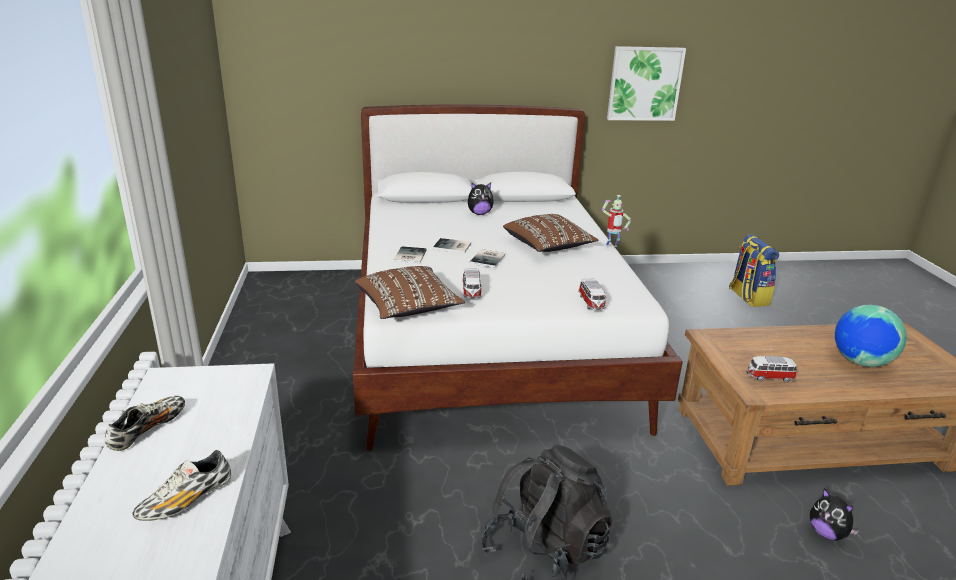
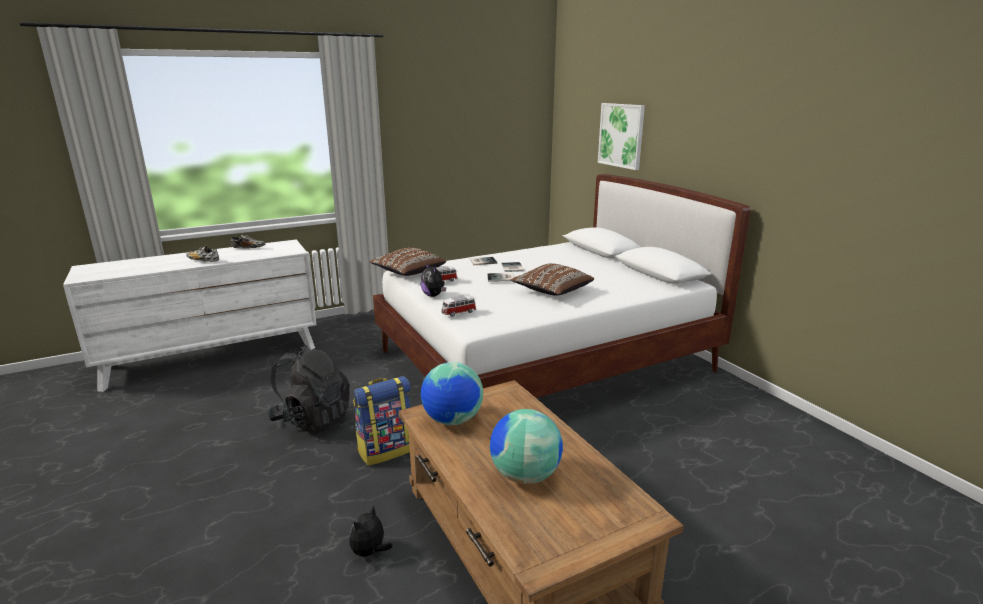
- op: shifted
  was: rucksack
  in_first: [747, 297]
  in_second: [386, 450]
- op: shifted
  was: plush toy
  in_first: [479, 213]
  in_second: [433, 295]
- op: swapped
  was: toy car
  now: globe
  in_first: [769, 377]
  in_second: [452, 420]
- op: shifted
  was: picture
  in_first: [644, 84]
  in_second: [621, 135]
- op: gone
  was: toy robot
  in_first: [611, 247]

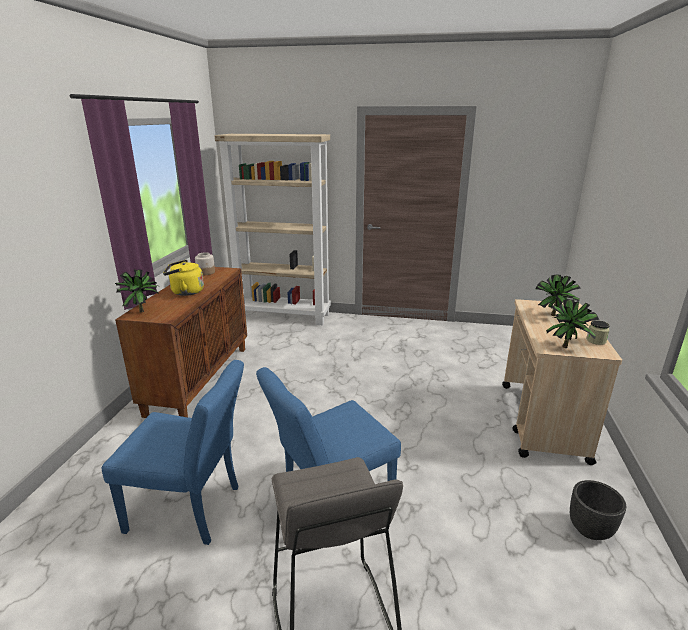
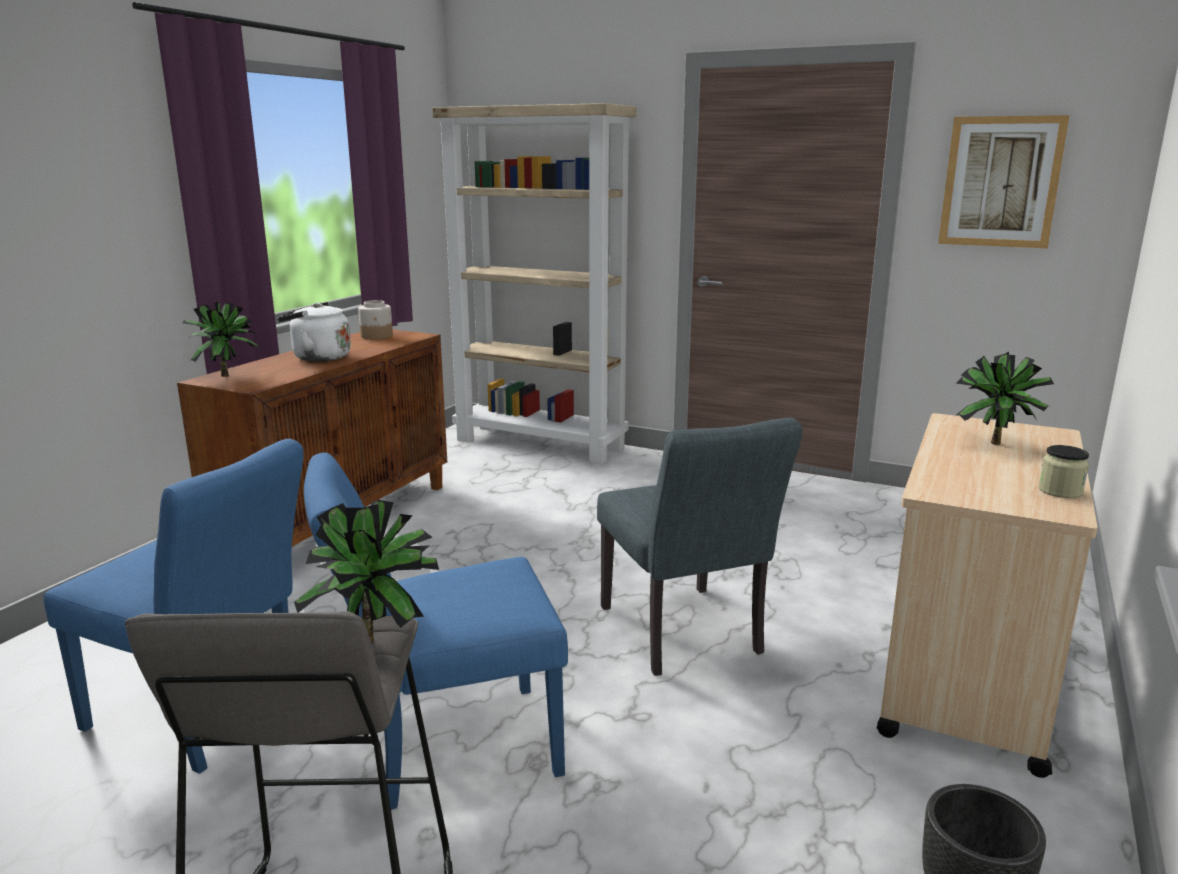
- op: repainted
  was: tea kettle/yellowish
  now: tea kettle/white-coloured
  in_first: [185, 292]
  in_second: [318, 357]
- op: shifted
  was: potted plant
  in_first: [566, 346]
  in_second: [378, 639]
- op: new
  now: chair/grey
  in_second: [685, 636]
- op: new
  now: picture
  in_second: [1000, 182]

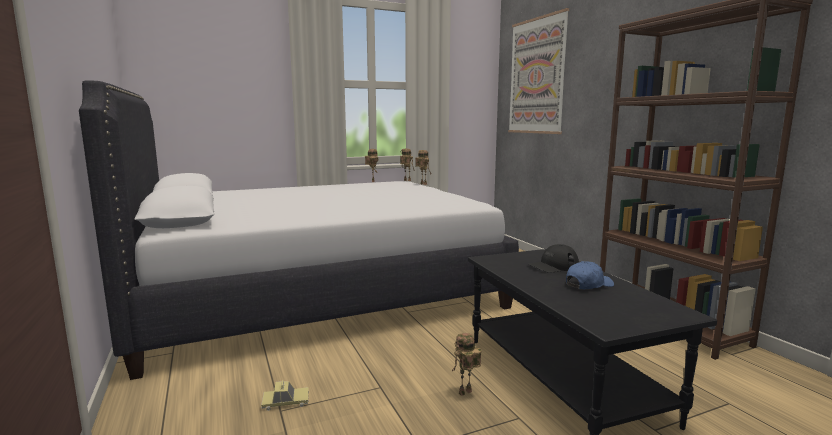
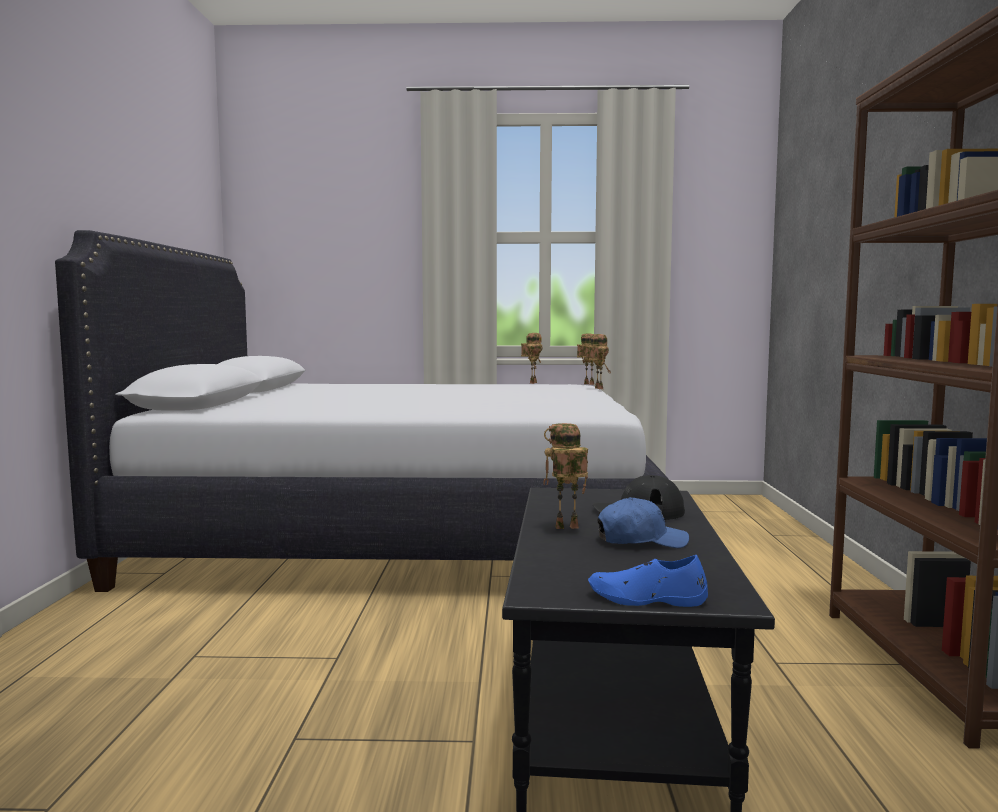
- op: shifted
  was: toy robot
  in_first: [465, 393]
  in_second: [565, 528]
- op: new
  now: item of footwear/blue
  in_second: [647, 598]
- op: gone
  was: toy car
  in_first: [285, 402]
- op: gone
  was: picture
  in_first: [536, 76]

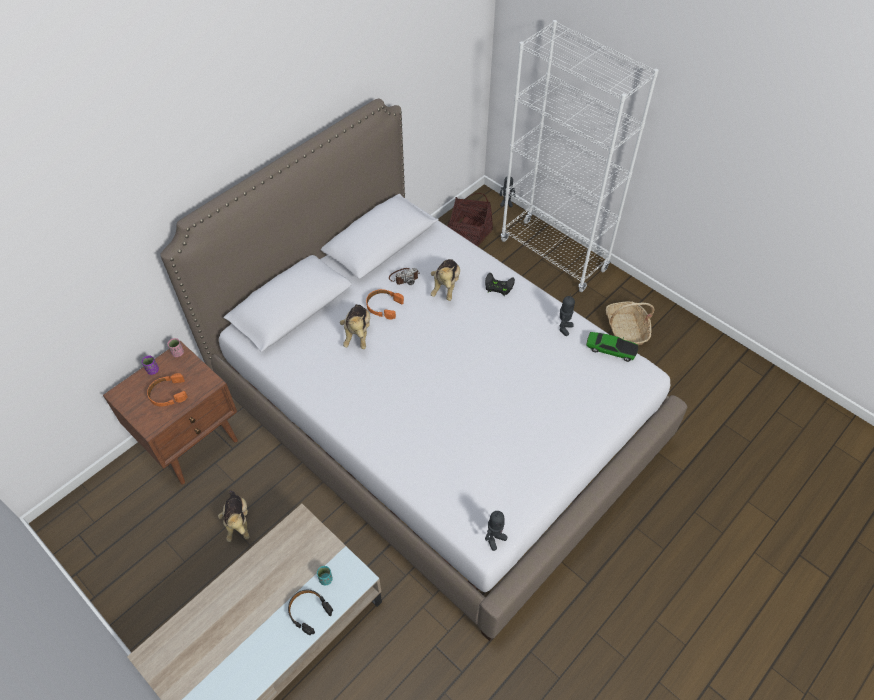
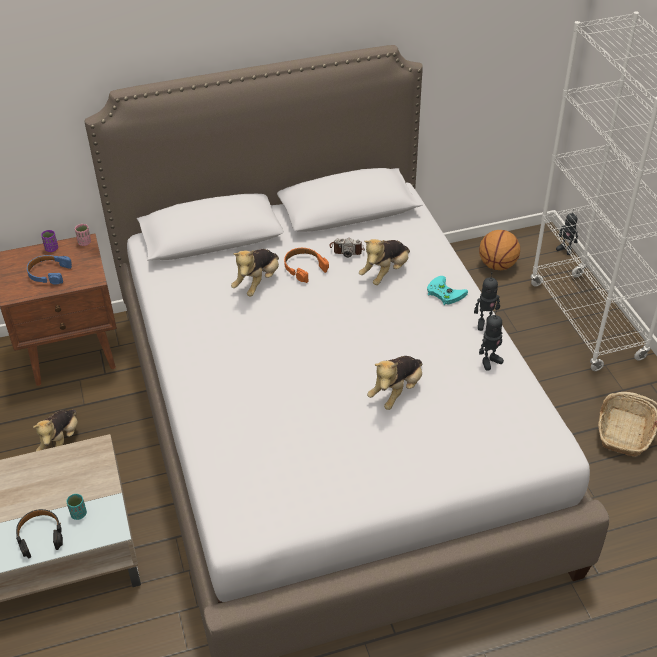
- op: repainted
  was: headset/orange-coloured
  now: headset/blue
  in_first: [168, 394]
  in_second: [49, 273]
- op: new
  now: plush toy
  in_second: [397, 391]
- op: repainted
  was: joypad/black
  now: joypad/blue-green
  in_first: [497, 286]
  in_second: [443, 293]
- op: shifted
  was: toy robot
  in_first: [494, 539]
  in_second: [485, 323]
- op: swapped
  was: storage basket
  now: ball for basketball
  in_first: [468, 234]
  in_second: [497, 265]
- op: gone
  was: toy car
  in_first: [611, 350]

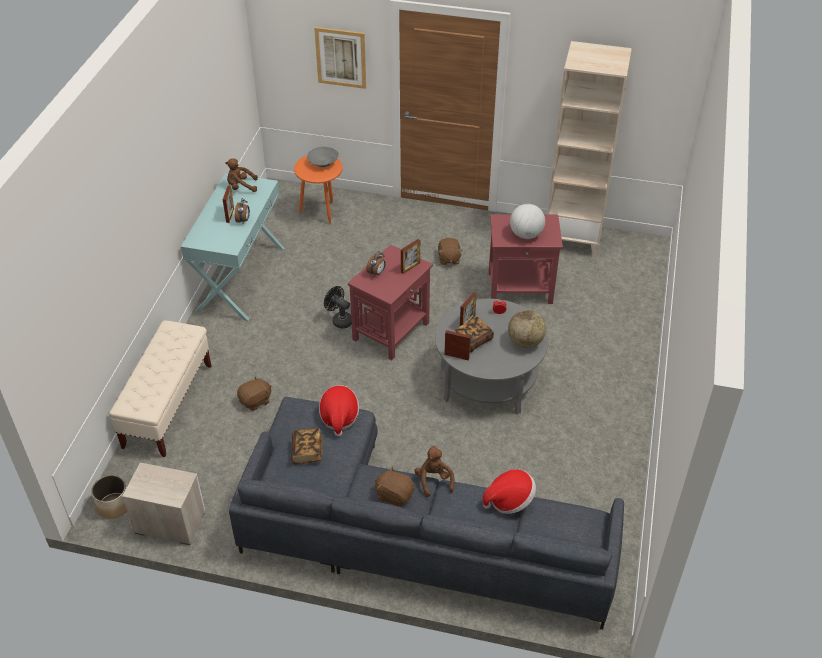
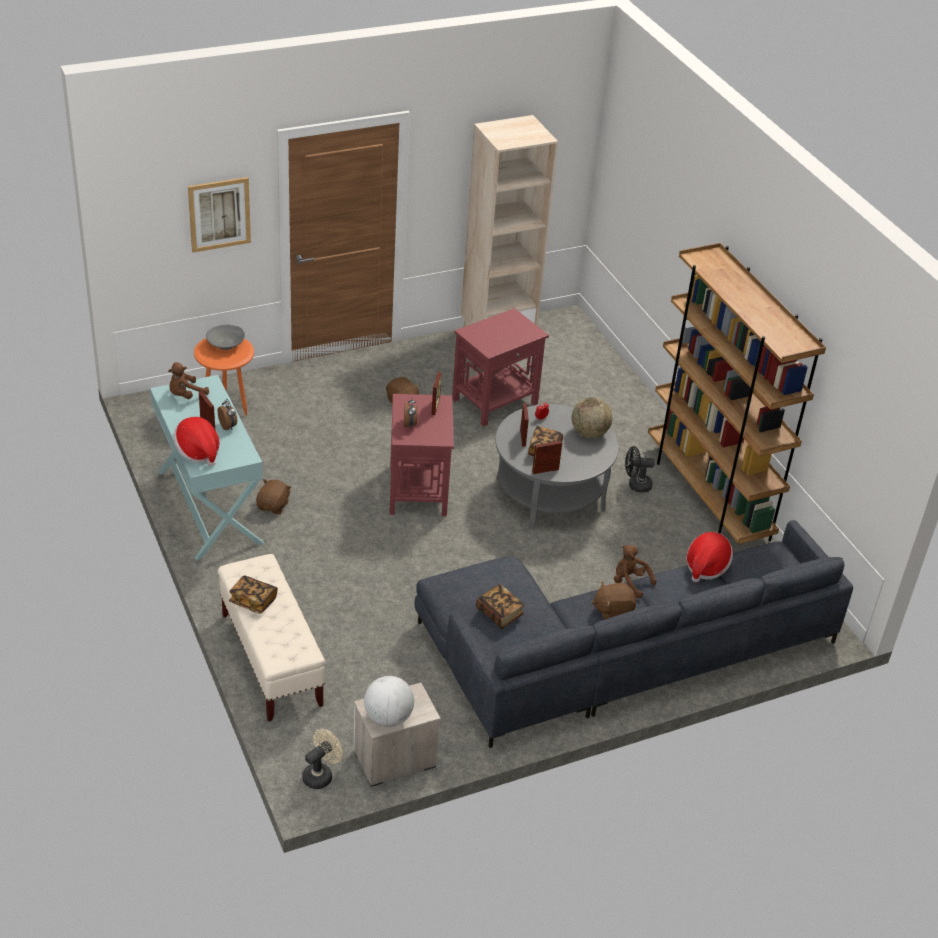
- op: shifted
  was: hat
  in_first: [339, 417]
  in_second: [198, 452]
- op: new
  now: bound book
  in_second: [253, 601]
- op: shifted
  was: plush toy/brownish
  in_first: [255, 401]
  in_second: [273, 506]
- op: swapped
  was: plant pot
  now: fan/beige-coloured
  in_first: [114, 505]
  in_second: [321, 774]
- op: shifted
  was: globe
  in_first: [526, 235]
  in_second: [388, 717]
- op: shifted
  was: fan/black
  in_first: [339, 320]
  in_second: [635, 485]
- op: new
  now: shelving unit/brownish
  in_second: [708, 495]

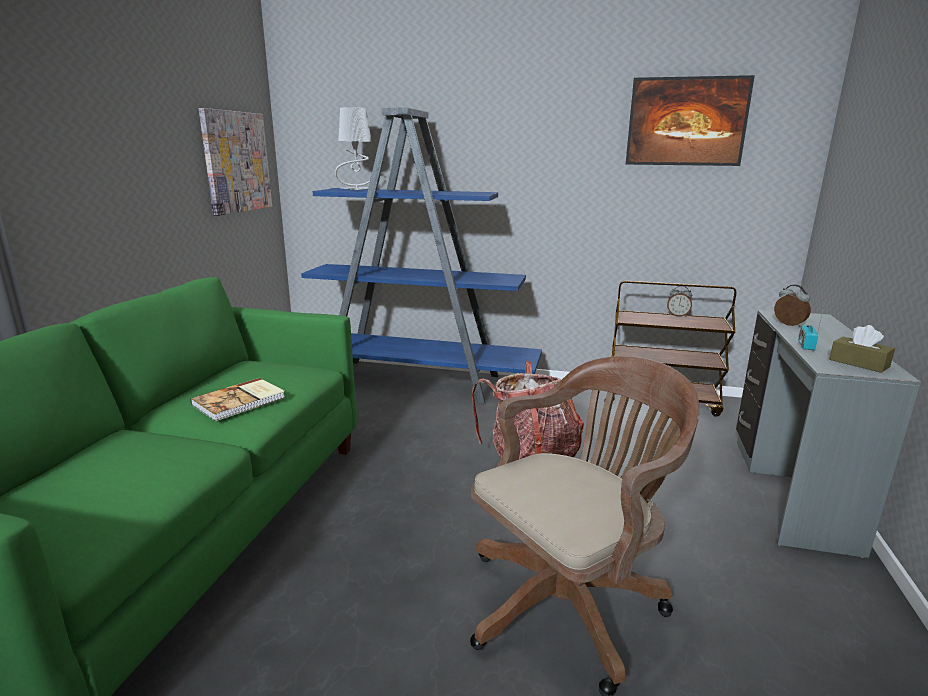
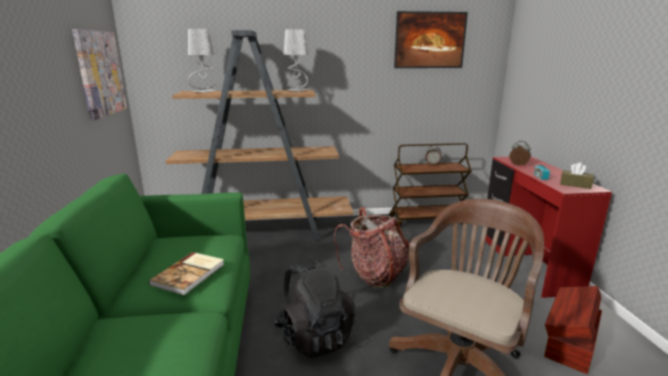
- op: repainted
  was: shelving unit/blue
  now: shelving unit/brownish
  in_first: [416, 381]
  in_second: [261, 231]
- op: new
  now: rucksack/black
  in_second: [314, 336]
- op: new
  now: tabletop lamp/grey
  in_second: [297, 90]
- op: repainted
  was: desk table/grey
  now: desk table/reddish
  in_first: [788, 490]
  in_second: [526, 263]
- op: new
  now: storage container/brownish
  in_second: [569, 342]

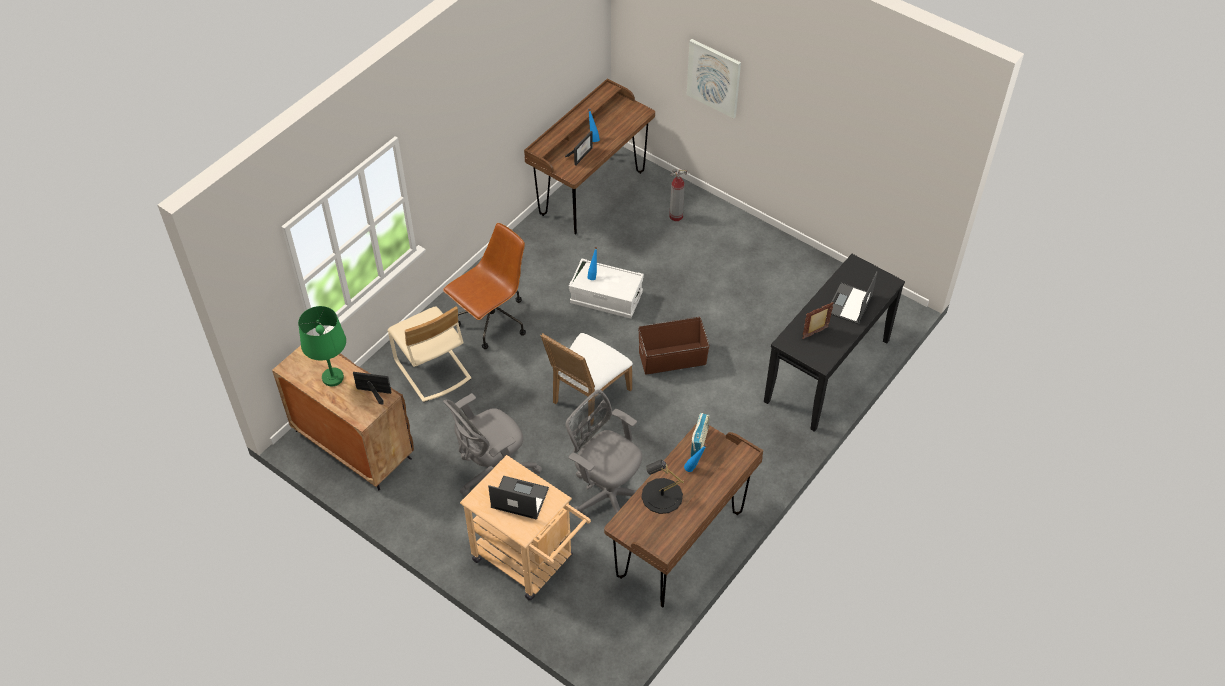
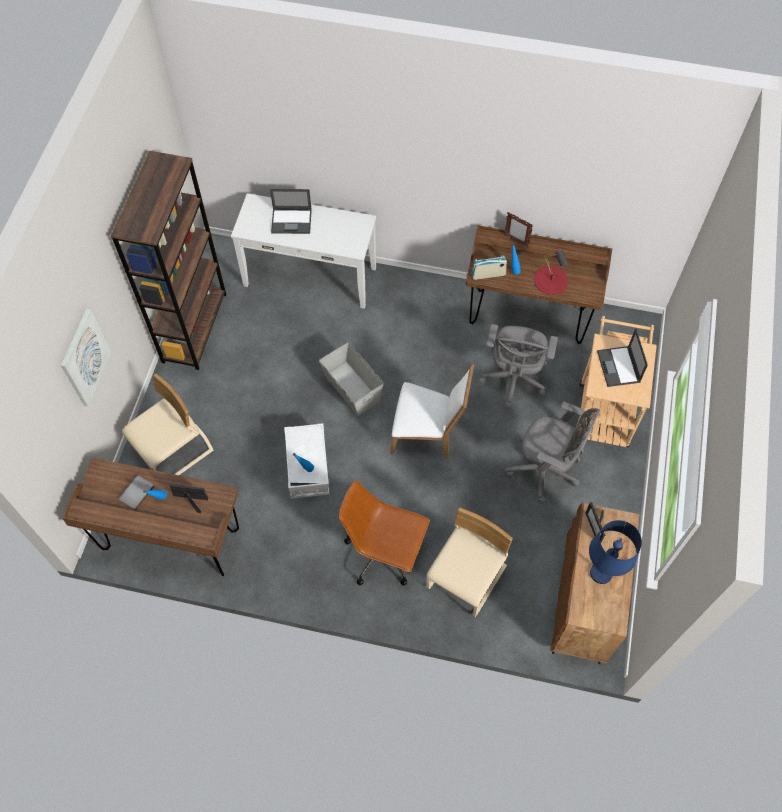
- op: new
  now: shelving unit/brownish
  in_second: [194, 327]
- op: new
  now: bound book/grey
  in_second: [136, 492]
- op: swapped
  was: fire extinguisher
  now: chair/beige-coloured
  in_first: [676, 216]
  in_second: [174, 451]
- op: repainted
  was: hall table/black
  now: hall table/white-coloured
  in_first: [828, 371]
  in_second: [310, 276]
- op: repainted
  was: storage container/brownish
  now: storage container/grey
  in_first: [673, 358]
  in_second: [352, 387]
- op: shifted
  was: standing frame
  in_first: [815, 333]
  in_second: [516, 241]
- op: repainted
  was: tabletop lamp/black
  now: tabletop lamp/reddish
  in_first: [662, 496]
  in_second: [551, 280]
- op: repainted
  was: tabletop lamp/greenish
  now: tabletop lamp/blue
  in_first: [332, 377]
  in_second: [601, 573]

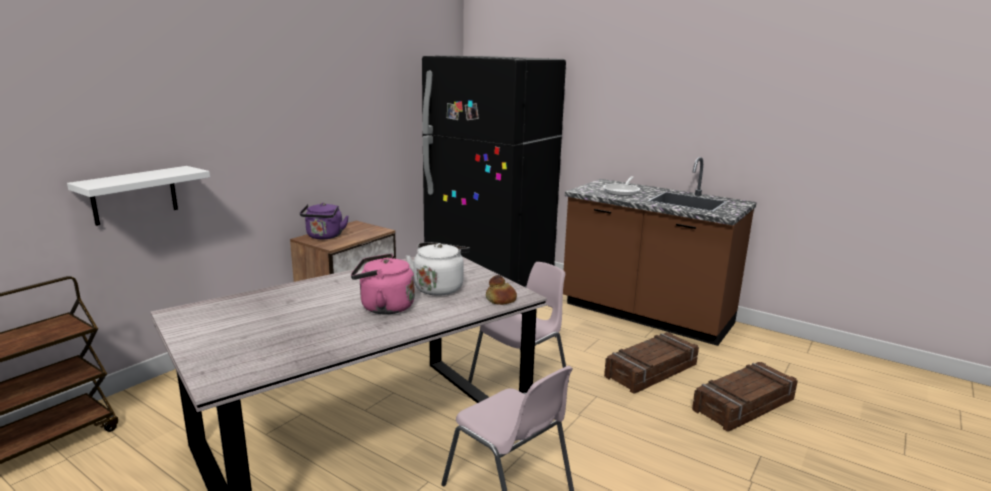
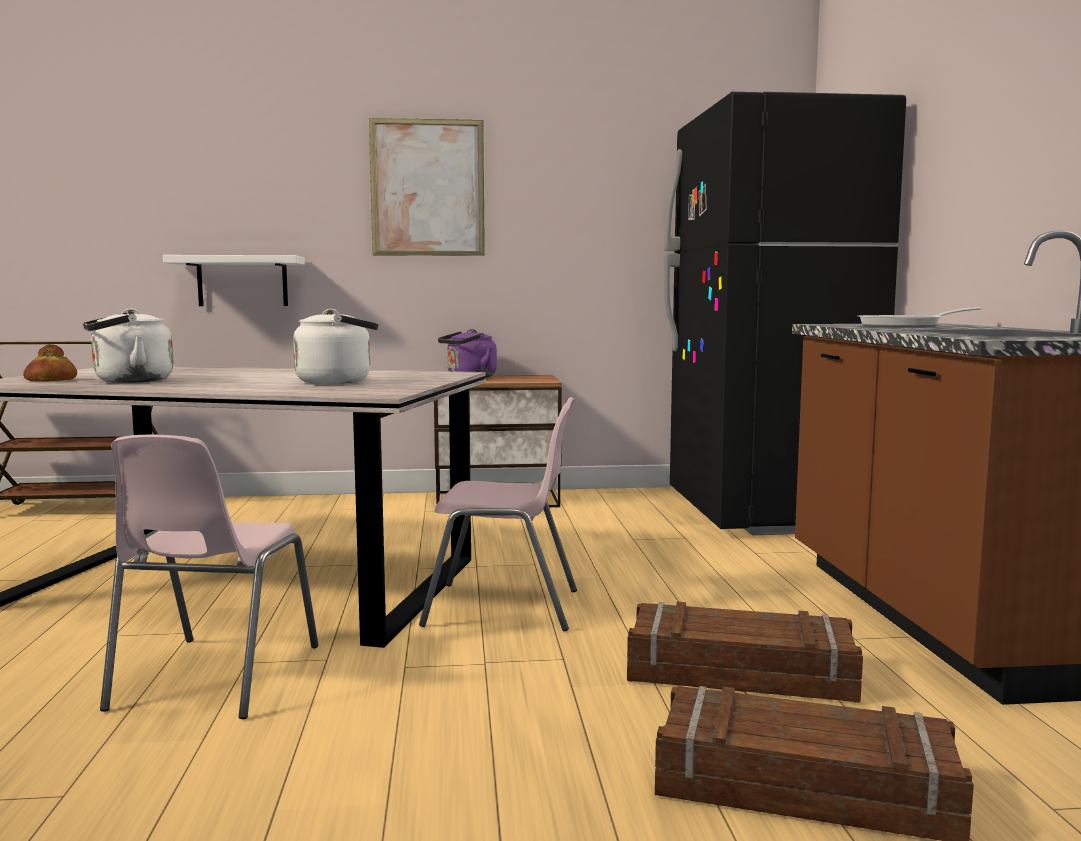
- op: shifted
  was: bread
  in_first: [501, 299]
  in_second: [51, 380]
- op: new
  now: tea kettle/white-coloured
  in_second: [128, 381]
- op: new
  now: picture
  in_second: [427, 188]
- op: gone
  was: tea kettle/pinkish
  in_first: [383, 307]

